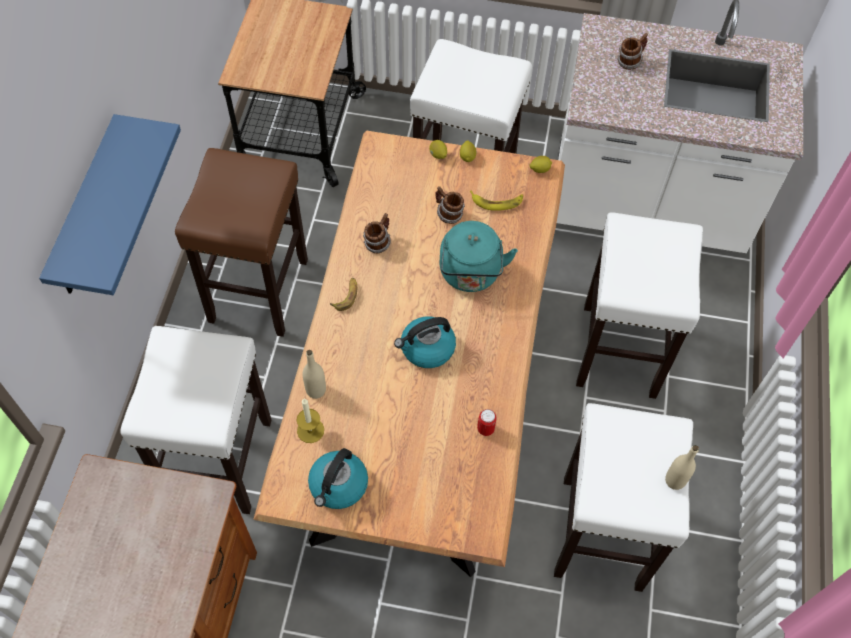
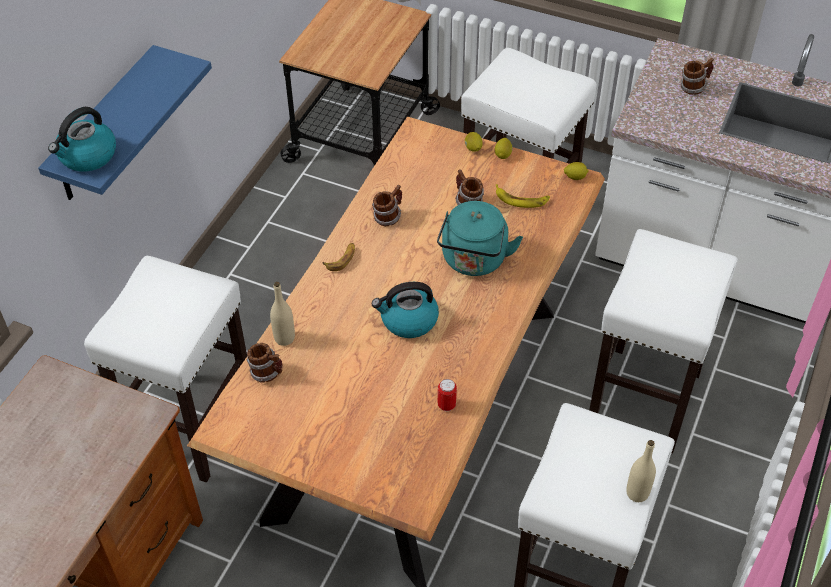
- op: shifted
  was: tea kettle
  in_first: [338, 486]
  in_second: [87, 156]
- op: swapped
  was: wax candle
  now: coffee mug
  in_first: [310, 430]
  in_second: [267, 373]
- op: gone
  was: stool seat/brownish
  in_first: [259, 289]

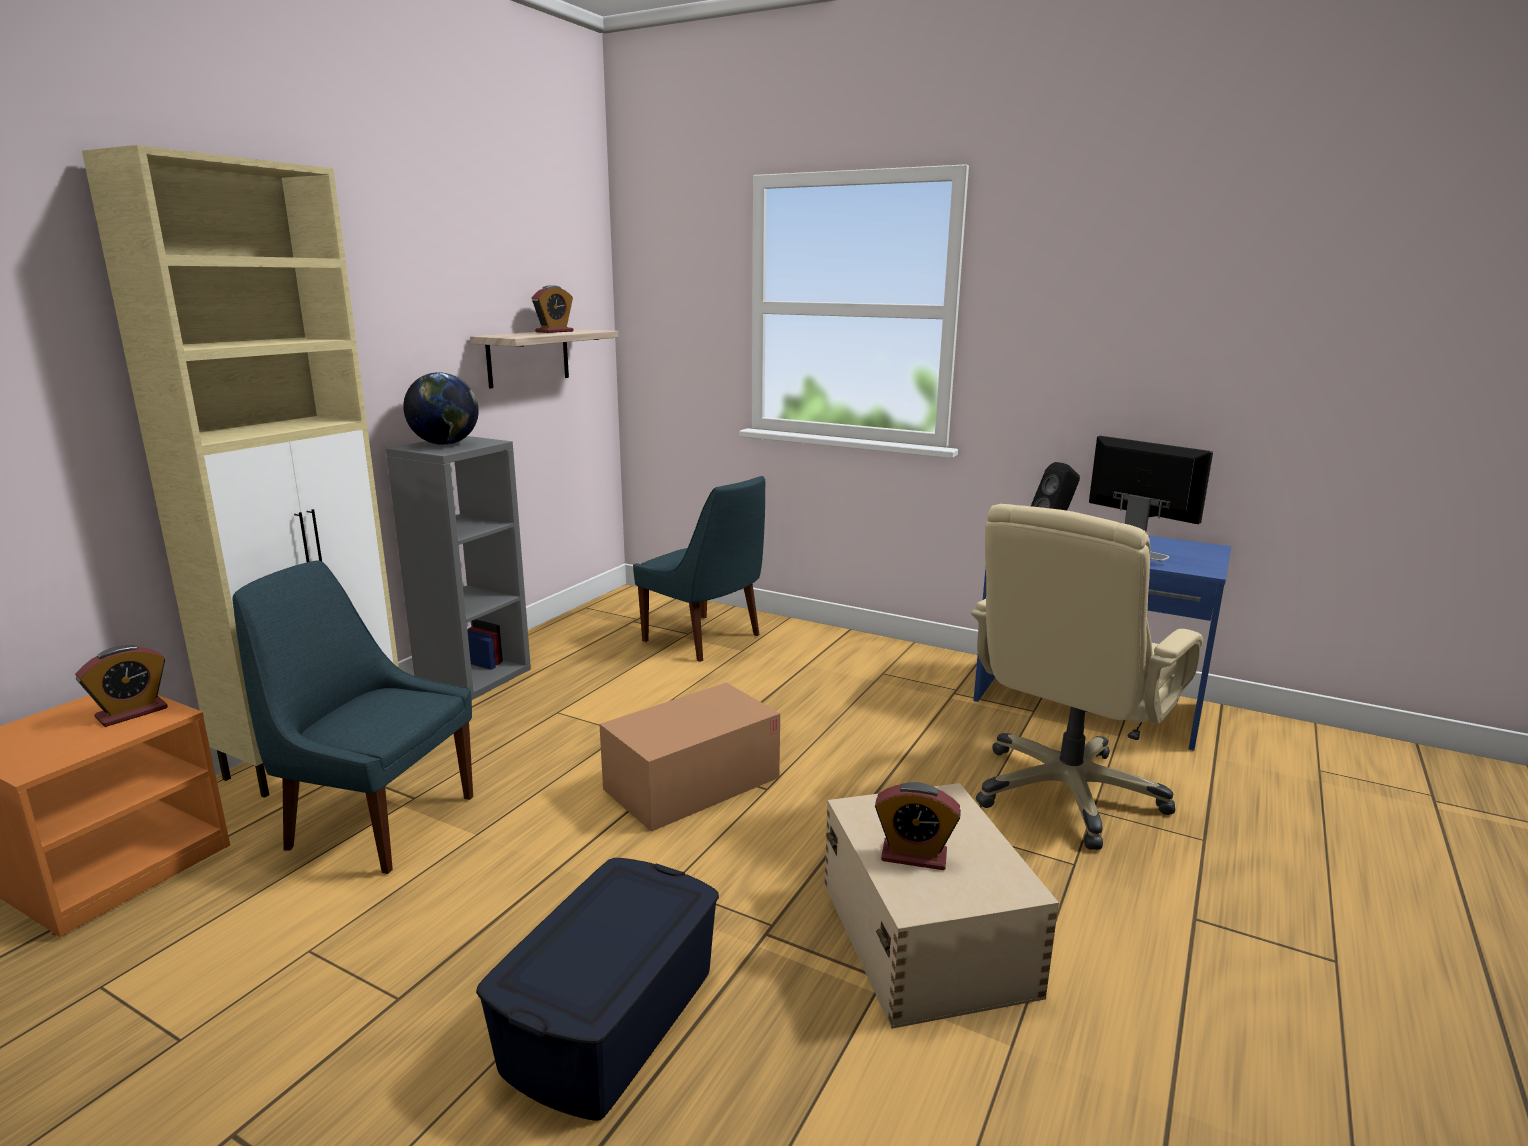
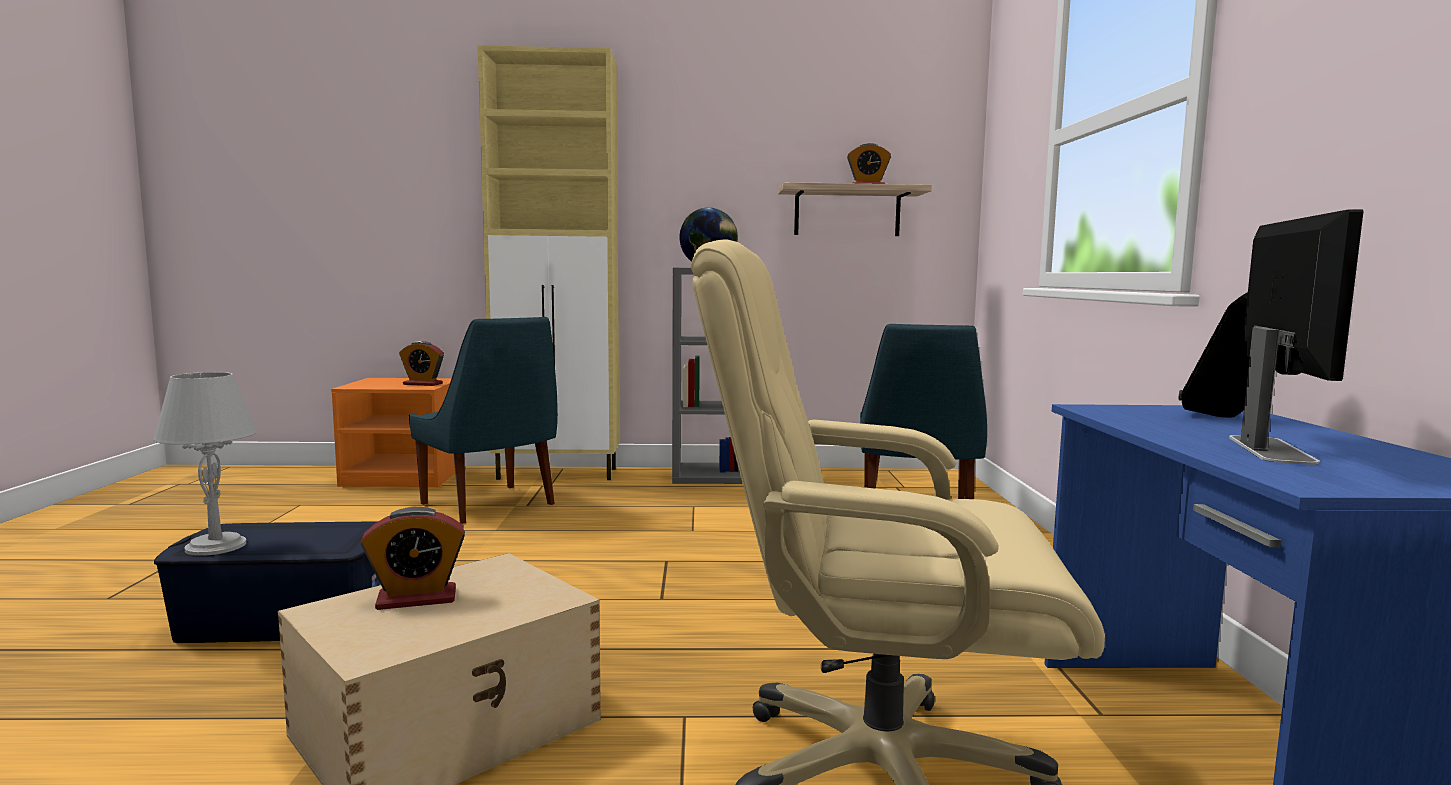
- op: new
  now: tabletop lamp/grey
  in_second: [216, 546]
- op: rotated
  was: alarm clock
  in_first: [914, 856]
  in_second: [417, 599]
  clockwise: -90
- op: rotated
  was: chair/blue
  in_first: [376, 821]
  in_second: [490, 505]
  clockwise: 150
- op: gone
  was: packing box
  in_first: [692, 783]

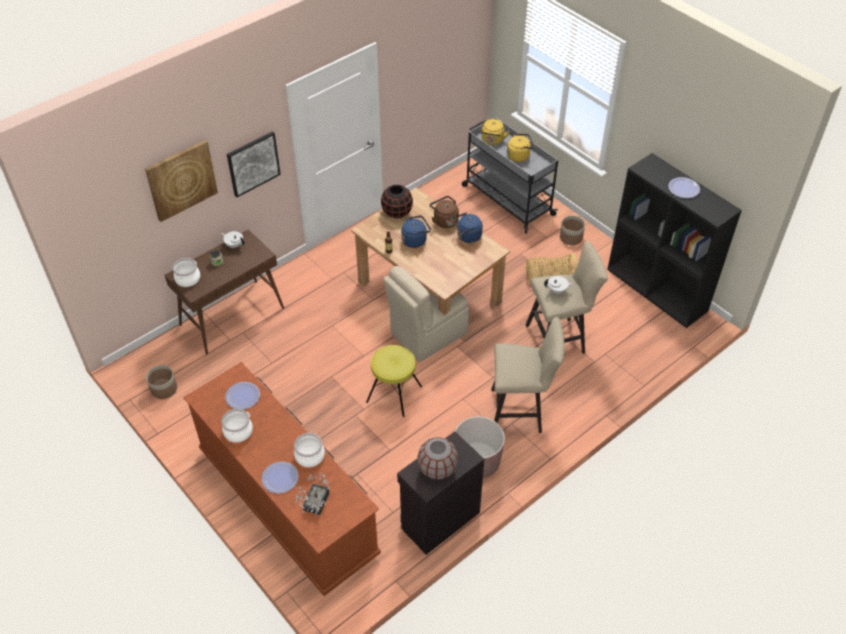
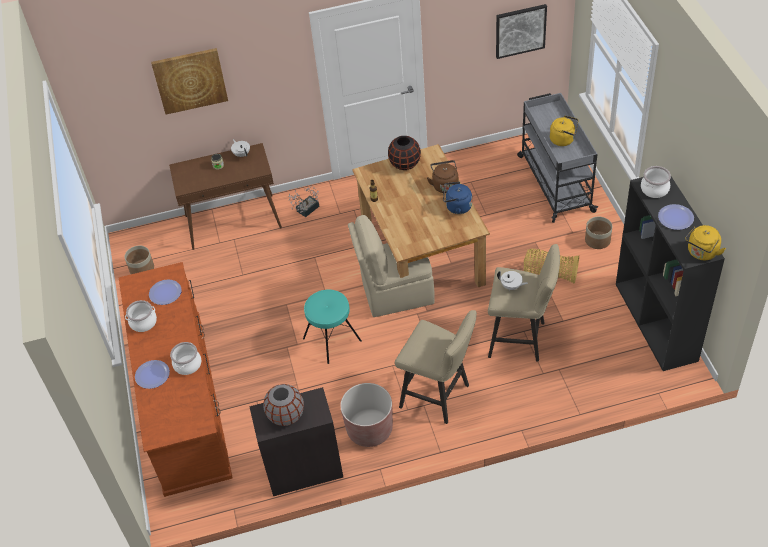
- op: shifted
  was: potted plant
  in_first: [314, 504]
  in_second: [305, 210]
- op: repainted
  was: stool seat/yellowish
  now: stool seat/blue-green
  in_first: [393, 394]
  in_second: [331, 339]
- op: shifted
  was: picture
  in_first: [253, 163]
  in_second: [520, 30]
- op: shifted
  was: saucepot
  in_first: [188, 279]
  in_second: [654, 189]
- op: shifted
  was: tea kettle/yellowish
  in_first: [492, 141]
  in_second: [701, 253]
- op: gone
  was: tea kettle/blue
  in_first: [415, 240]

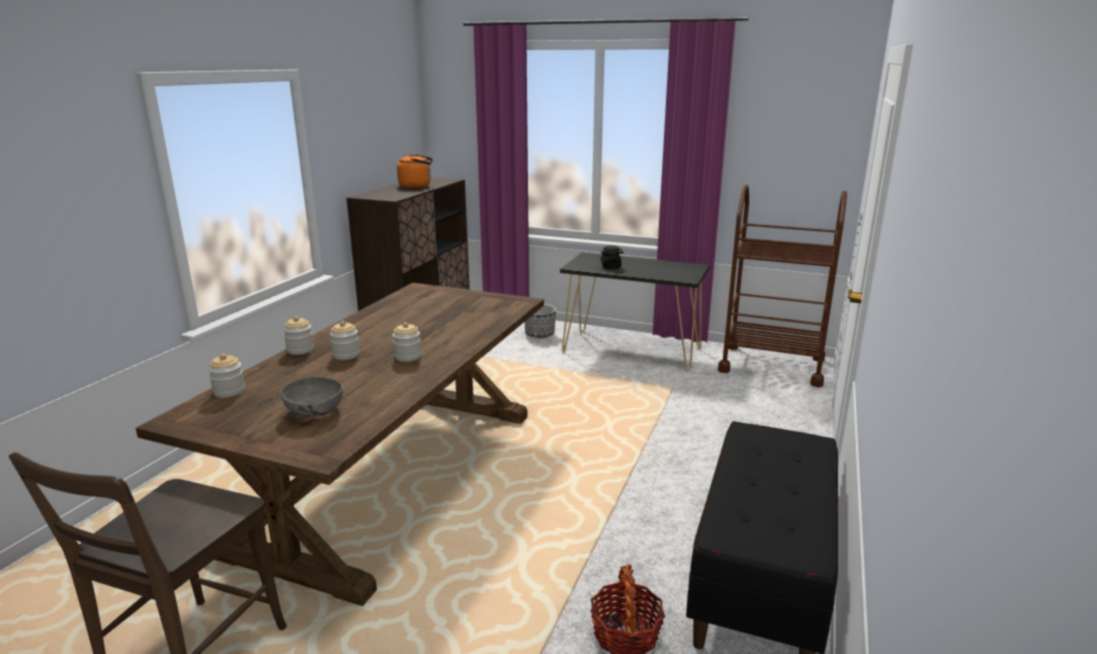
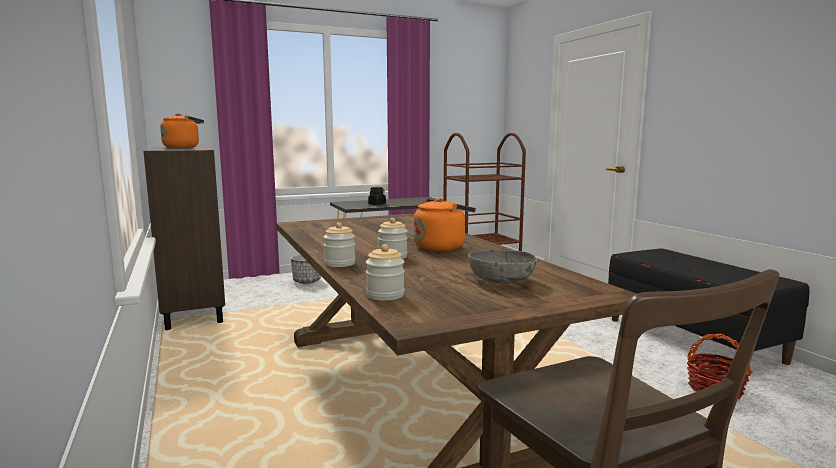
- op: swapped
  was: jar
  now: tea kettle/orange-coloured
  in_first: [407, 356]
  in_second: [441, 247]

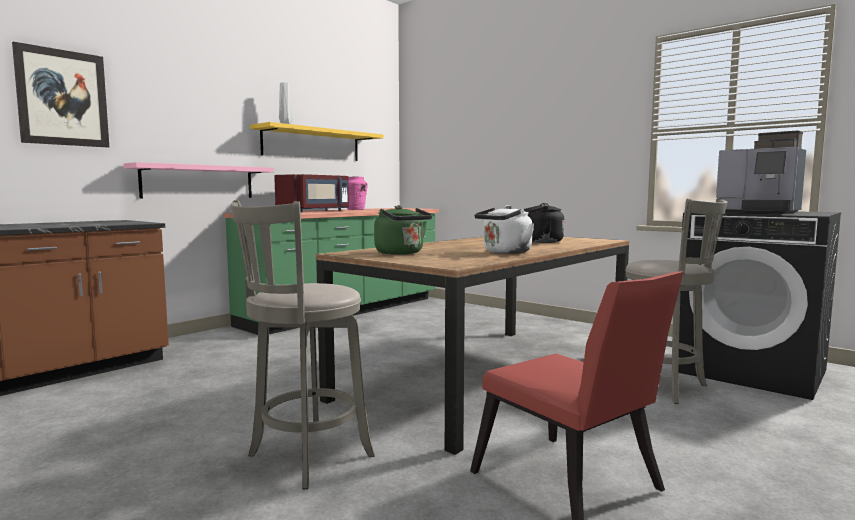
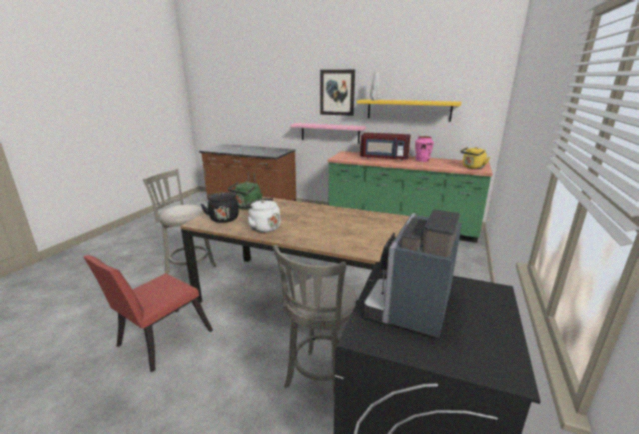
- op: shifted
  was: tea kettle/black
  in_first: [540, 242]
  in_second: [224, 218]
- op: shifted
  was: picture
  in_first: [62, 98]
  in_second: [337, 92]
- op: new
  now: tea kettle/yellowish
  in_second: [472, 167]

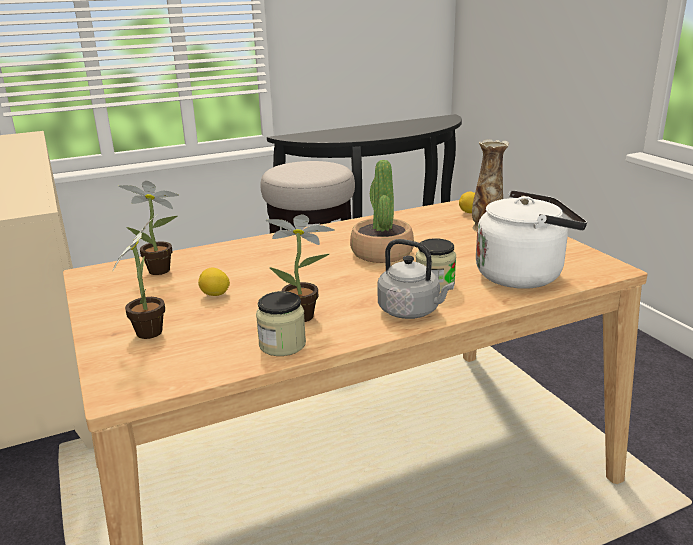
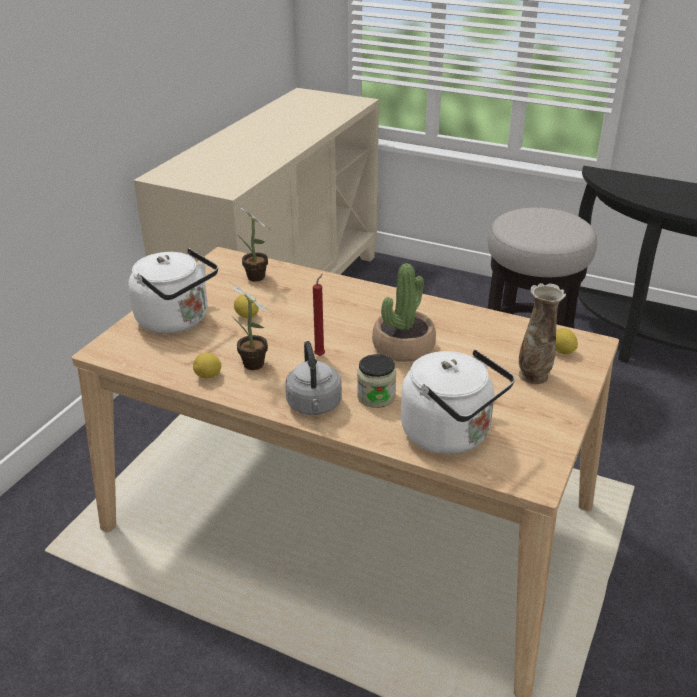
- op: swapped
  was: potted plant
  now: tea kettle/white-coloured
  in_first: [151, 330]
  in_second: [177, 321]
- op: swapped
  was: jar
  now: lemon
  in_first: [282, 344]
  in_second: [208, 376]
- op: new
  now: wax candle/reddish
  in_second: [320, 355]

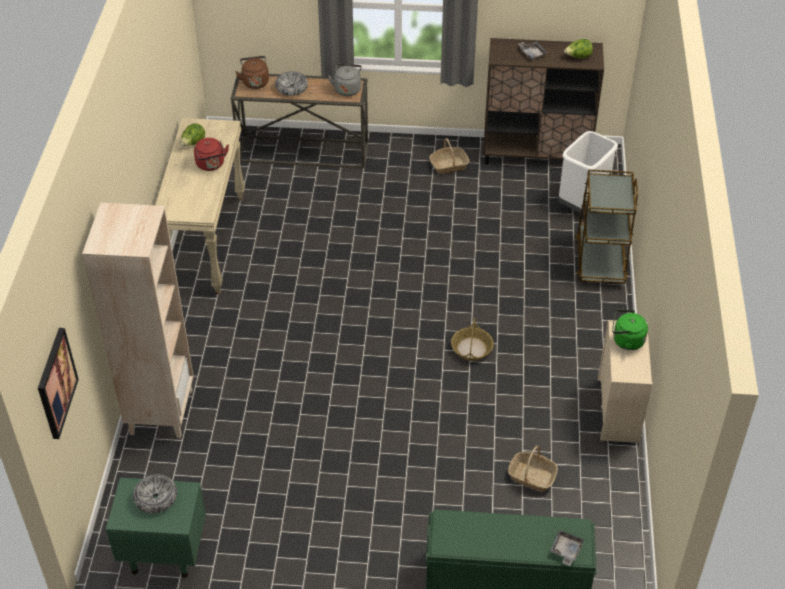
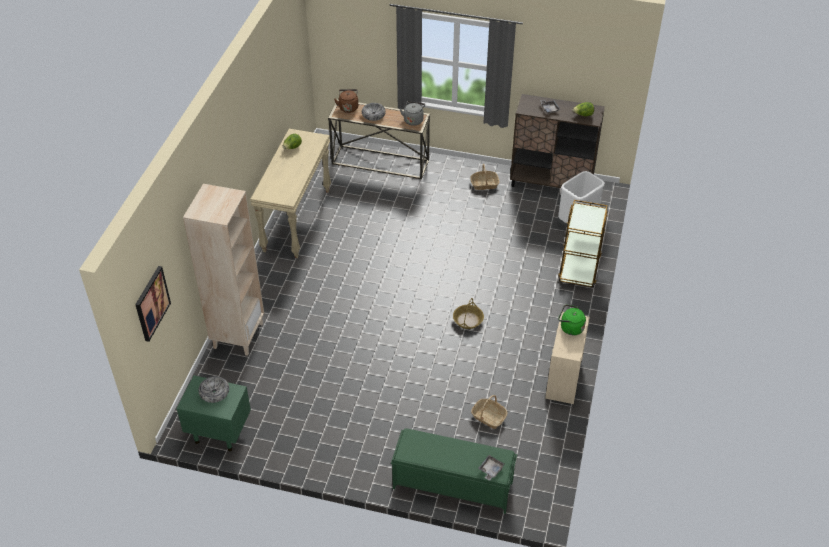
- op: gone
  was: tea kettle/reddish
  in_first: [211, 165]

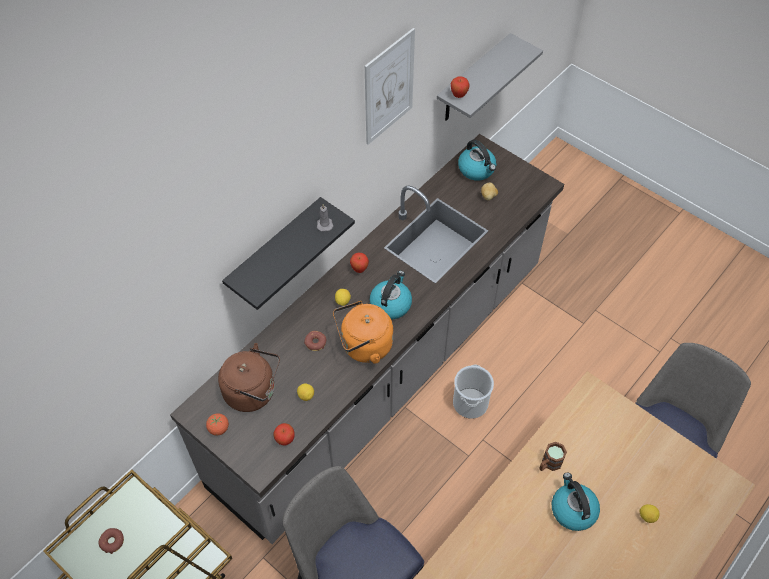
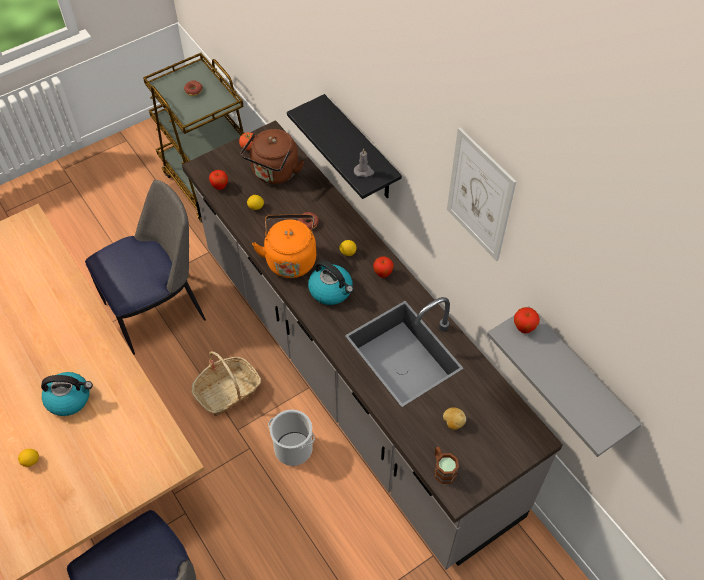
- op: new
  now: storage basket
  in_second: [228, 391]
- op: shifted
  was: coffee mug/brownish
  in_first: [549, 464]
  in_second: [442, 469]
- op: gone
  was: tea kettle
  in_first: [477, 169]

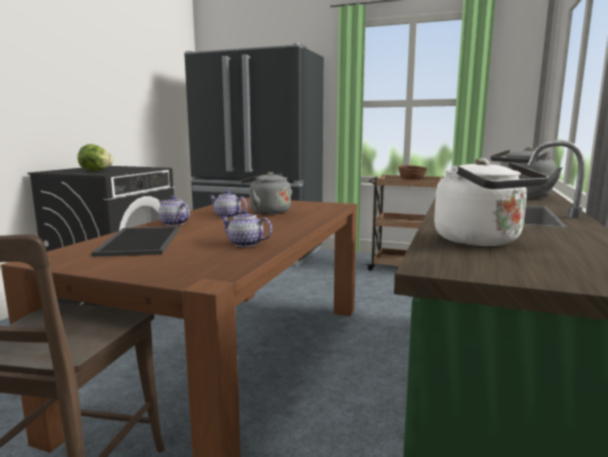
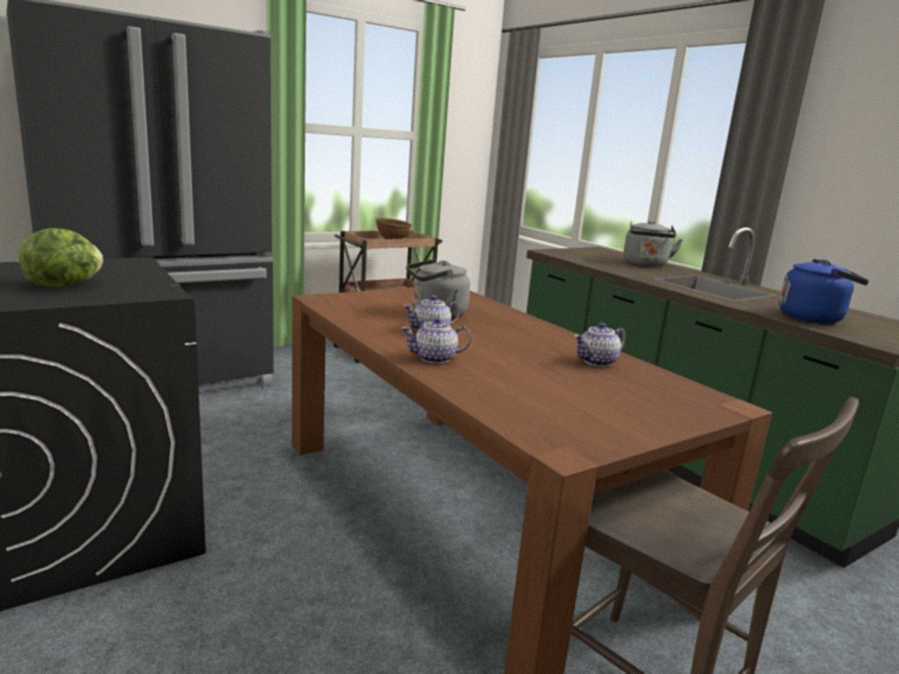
- op: repainted
  was: tea kettle/white-coloured
  now: tea kettle/blue
  in_first: [482, 241]
  in_second: [814, 318]
- op: gone
  was: carrying tray
  in_first: [139, 241]

